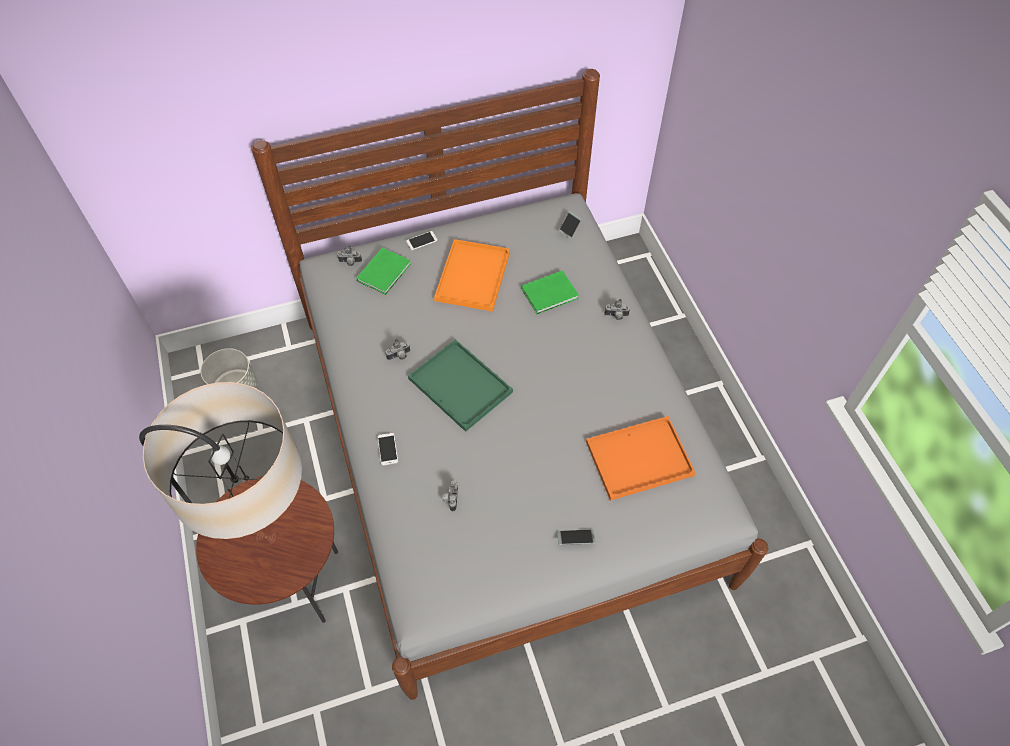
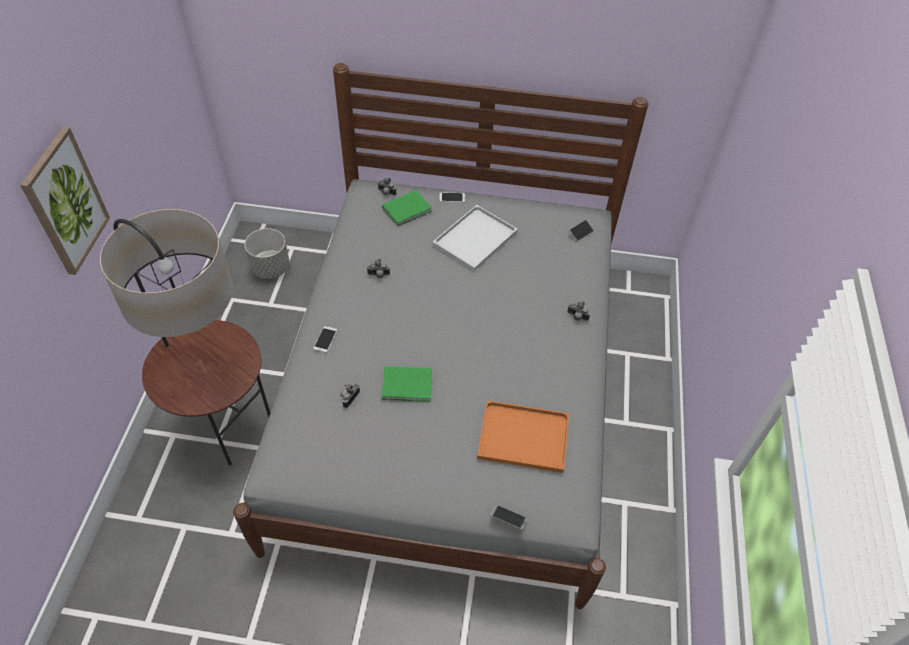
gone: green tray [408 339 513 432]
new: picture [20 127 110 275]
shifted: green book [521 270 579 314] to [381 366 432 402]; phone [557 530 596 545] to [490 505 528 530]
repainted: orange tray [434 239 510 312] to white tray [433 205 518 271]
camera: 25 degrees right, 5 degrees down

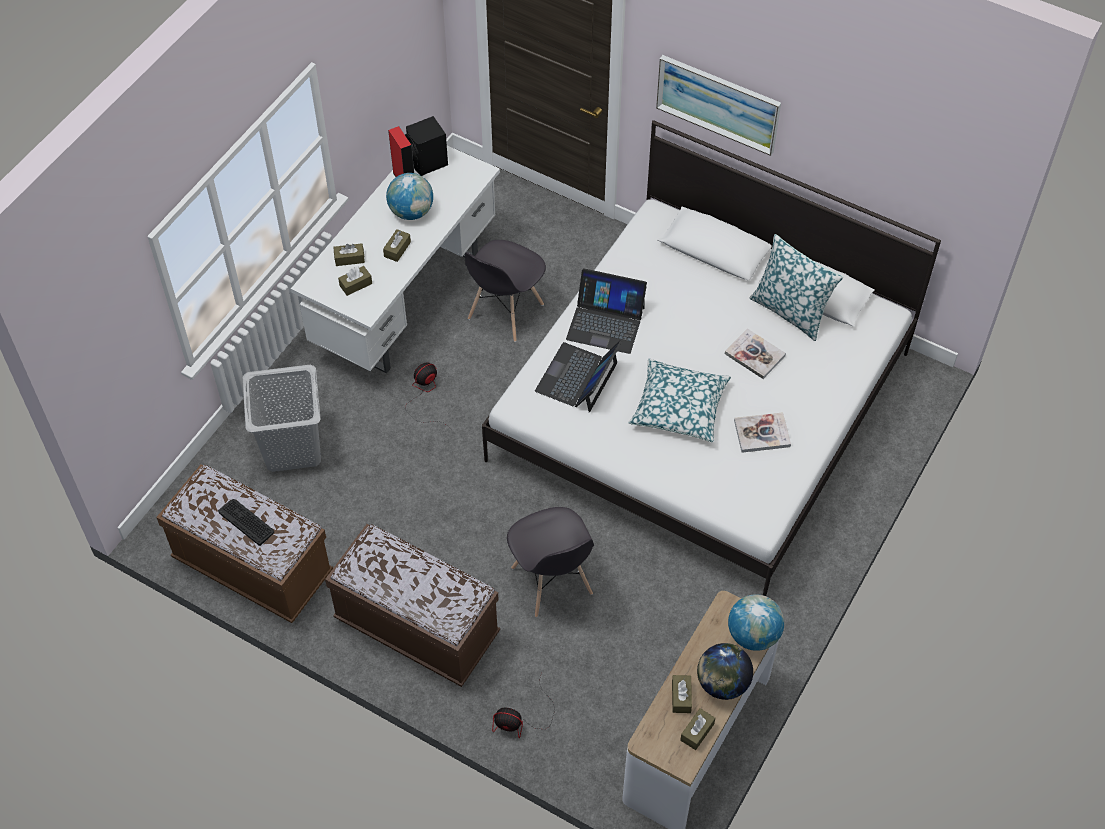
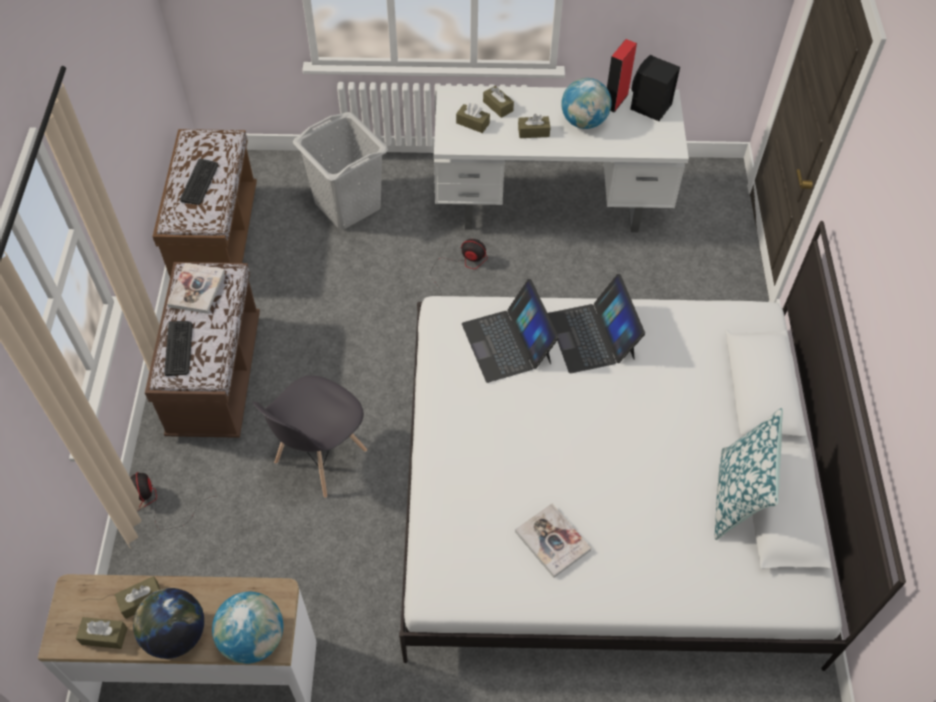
gone: grey chair [465 240 546 342]; pillow [628 359 731 442]; picture [656 55 781 156]
new: keyboard [164 321 193 376]
shifted: book [725 328 786 379] to [167 263 225 314]
rotated: laptop [535 340 622 413] = [462 279 559 383] 105 degrees counterclockwise
camera: 60 degrees right, 0 degrees up

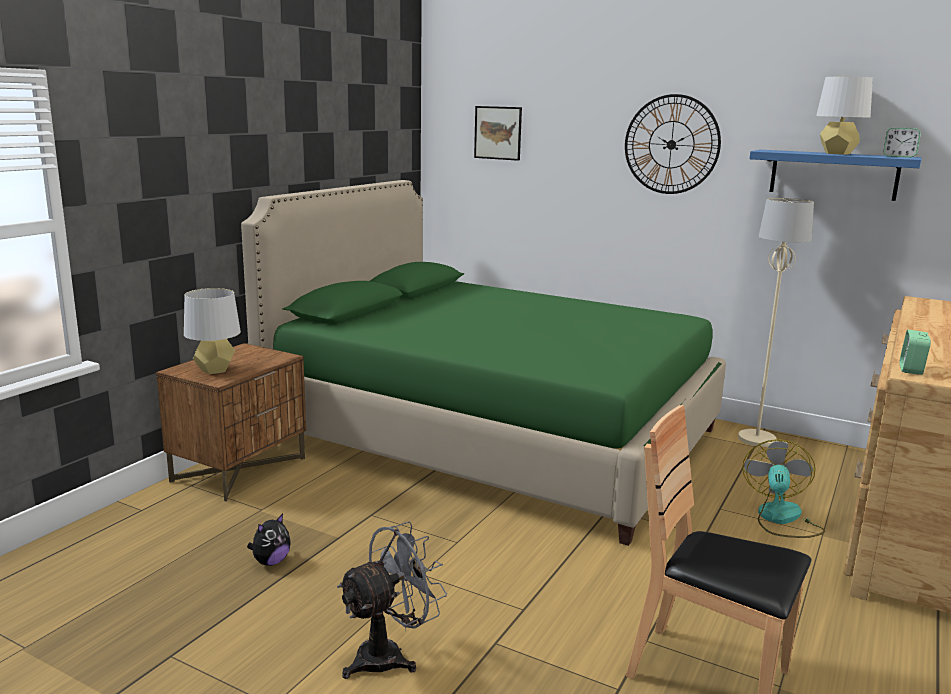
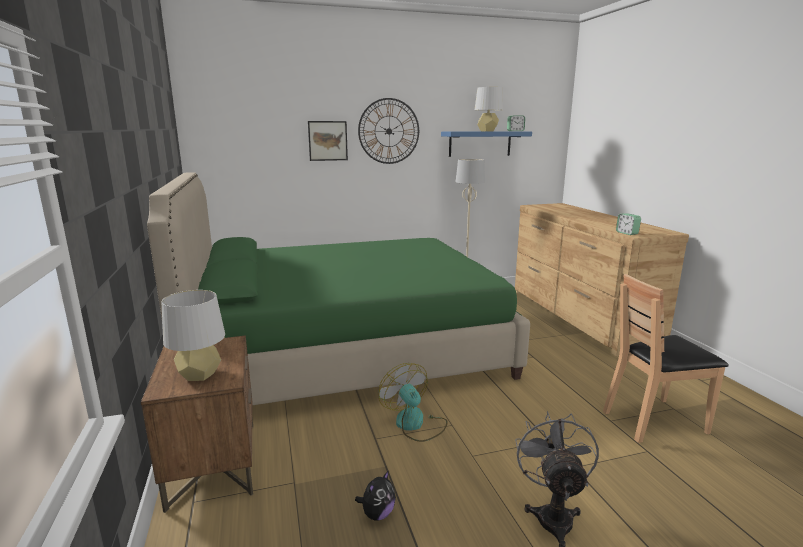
shifted: picture [474 106 522 161] to [308 121 348 161]; fan [742 439 825 538] to [379 363 448 442]
rotated: plush toy [247 514 290 566] = [355 470 396 520] 45 degrees clockwise
camera: 45 degrees left, 0 degrees up

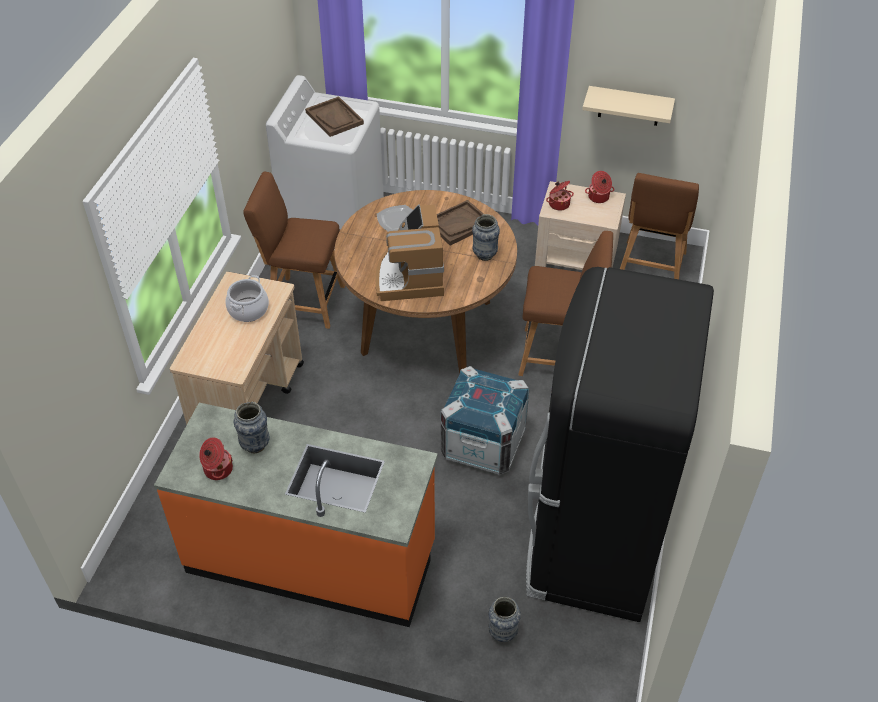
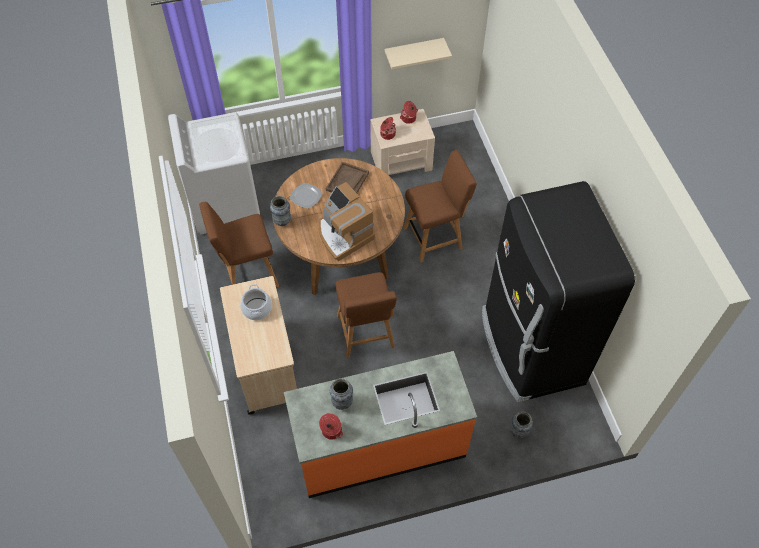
gone: brown tray [305 96 364 137]; crate [441 366 530 475]
shifted: vase [472 214 500 261] to [270 196 291 226]; brown chair [620 173 699 279] to [335 272 397 358]
camera: 30 degrees left, 10 degrees up

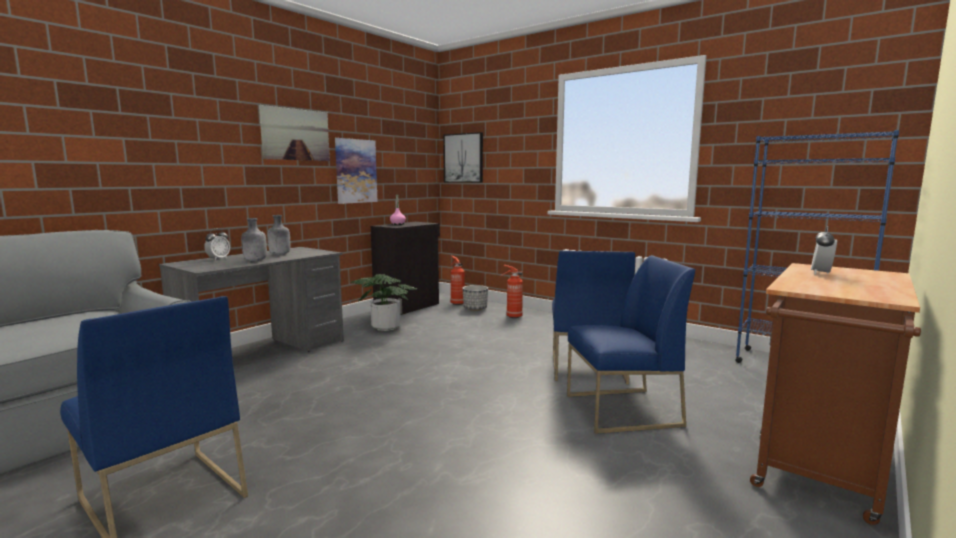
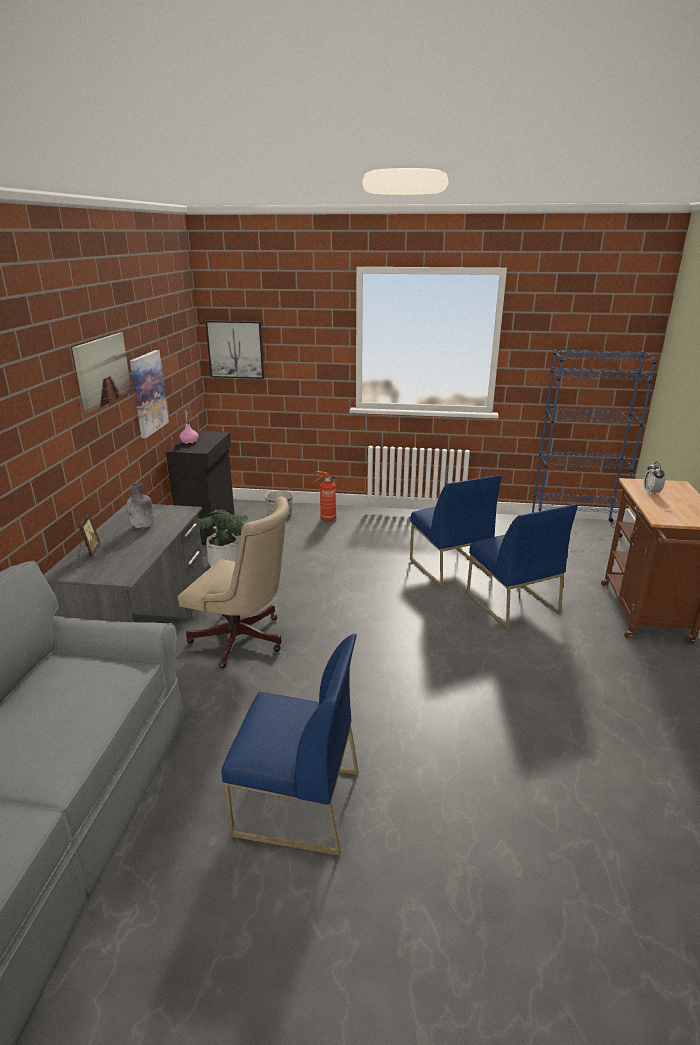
gone: grey bottle [241 218 267 261]; fire extinguisher [451 256 465 305]
new: beige office chair [178 497 289 669]
swapped: alarm clock [204 229 230 260] to picture frame [78 513 101 557]
rotated: blue chair [567 255 696 434] = [467 504 578 629] 105 degrees clockwise
camera: 30 degrees left, 15 degrees up

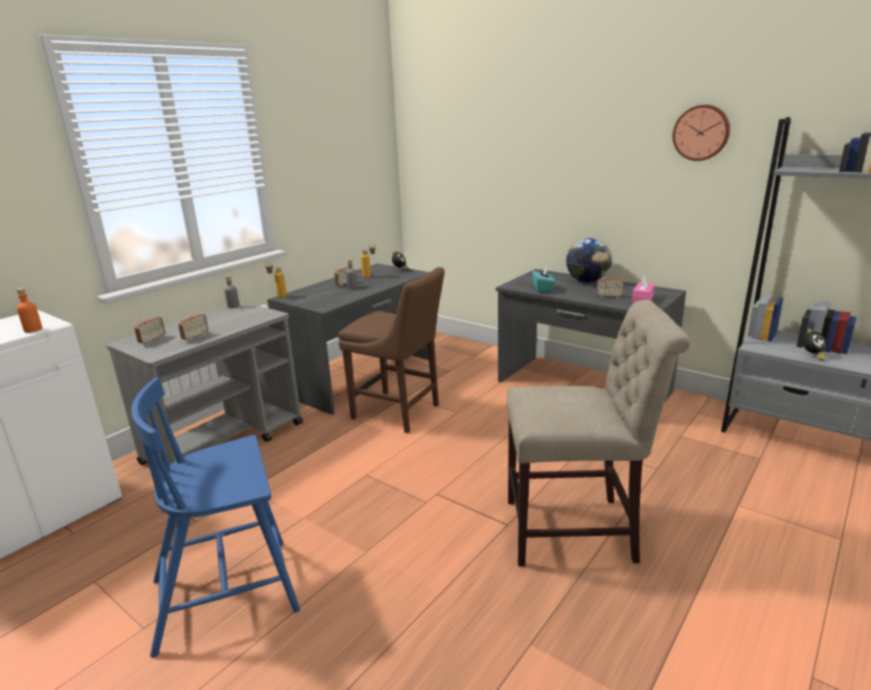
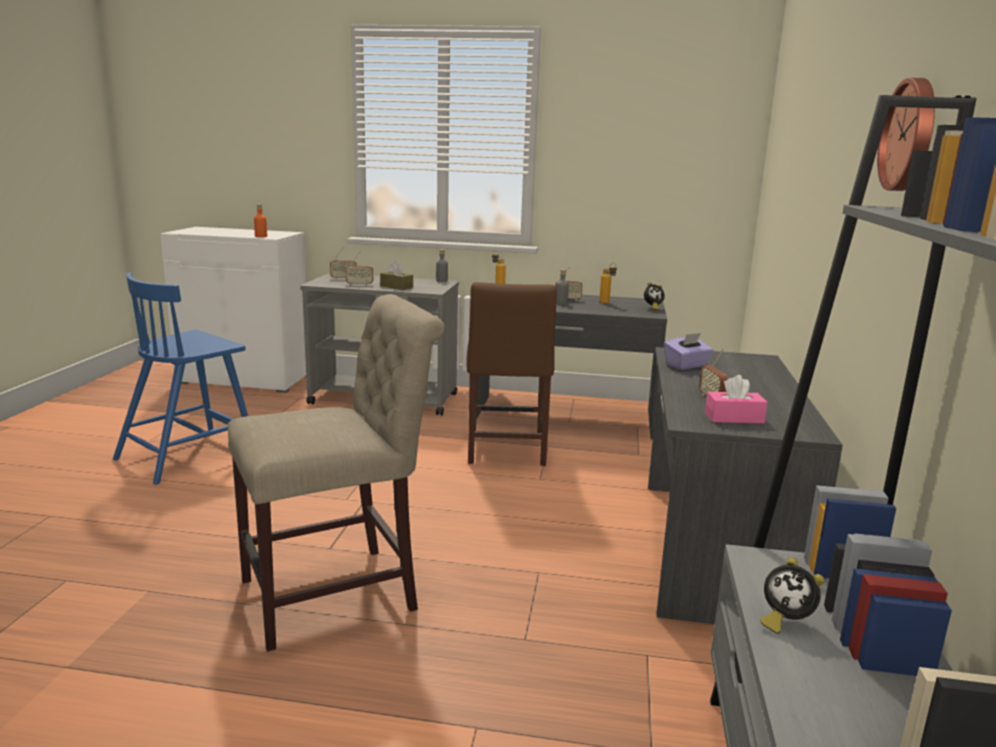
gone: globe [566 238 612 283]
new: brown tissue box [380 261 413 290]
repainted: turquoise tissue box [532 267 555 292] to purple tissue box [664 333 714 370]
rotated: blue chair [131 378 300 658] = [113 272 248 485] 90 degrees counterclockwise; beige chair [507 300 691 566] = [228 294 445 651] 90 degrees counterclockwise
camera: 60 degrees right, 5 degrees down

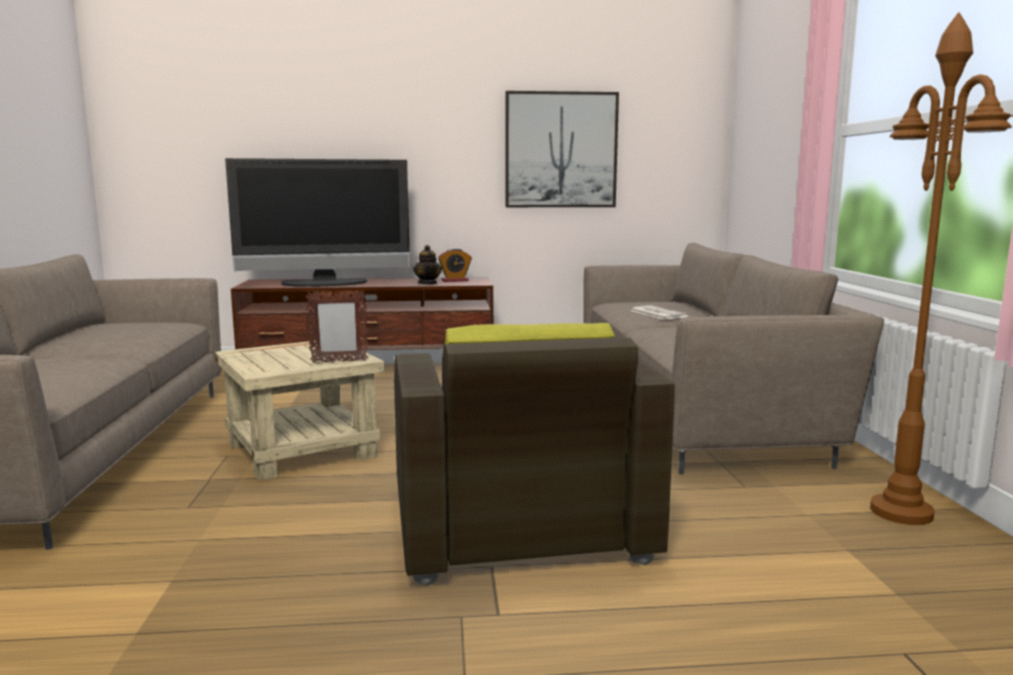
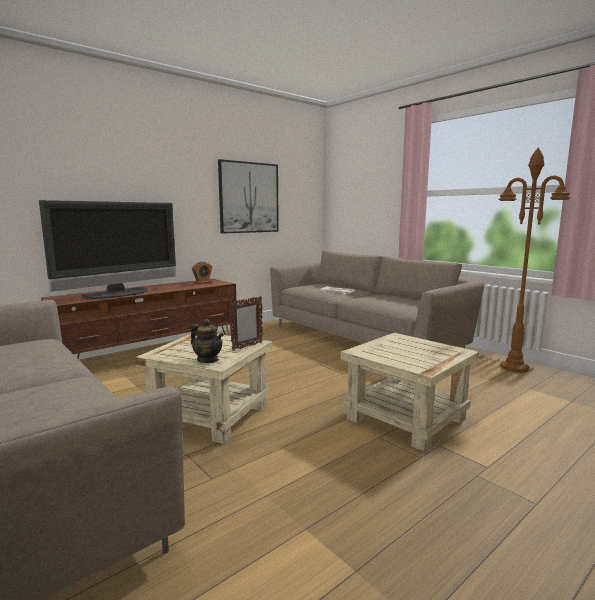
shifted: teapot [413 245 442 284] to [191 319 224 363]
swapped: brown armchair [394 323 675 586] to beige side table [341 333 479 451]
camera: 35 degrees left, 0 degrees up

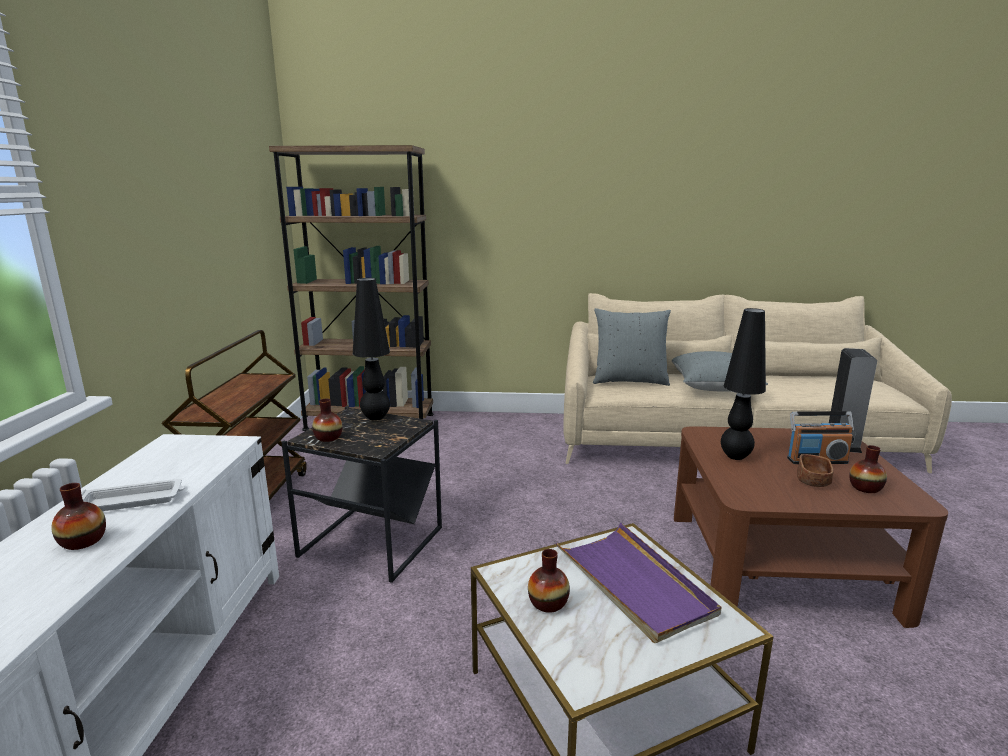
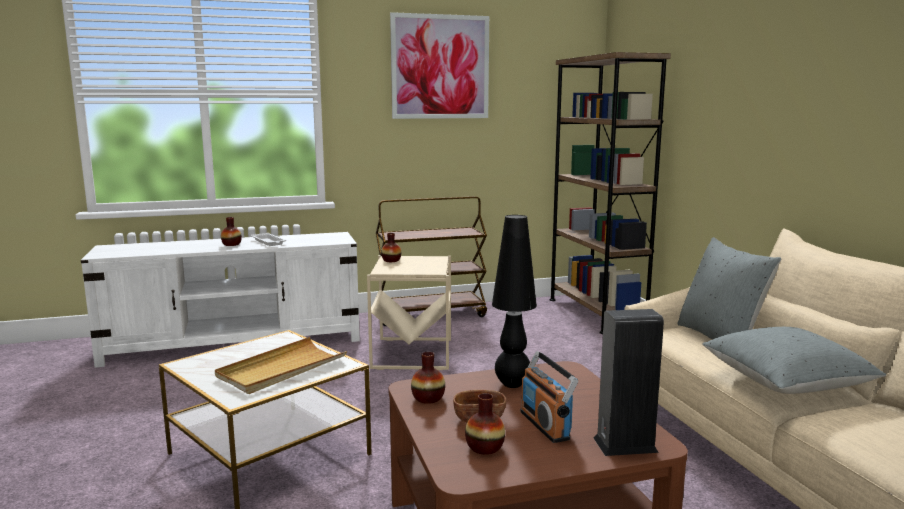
gone: black table lamp [353 278 390 421]
new: picture [390 12 489 119]
shifted: vase [528 549 570 613] to [411 352 445 404]
repainted: purple tray [556 523 722 643] to beige tray [215 337 347 394]; black side table [281 406 442 583] to beige side table [367 255 451 370]
camera: 70 degrees right, 5 degrees down

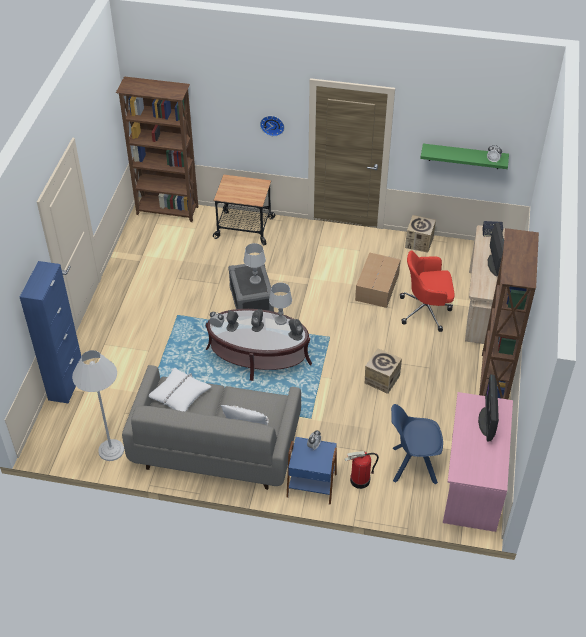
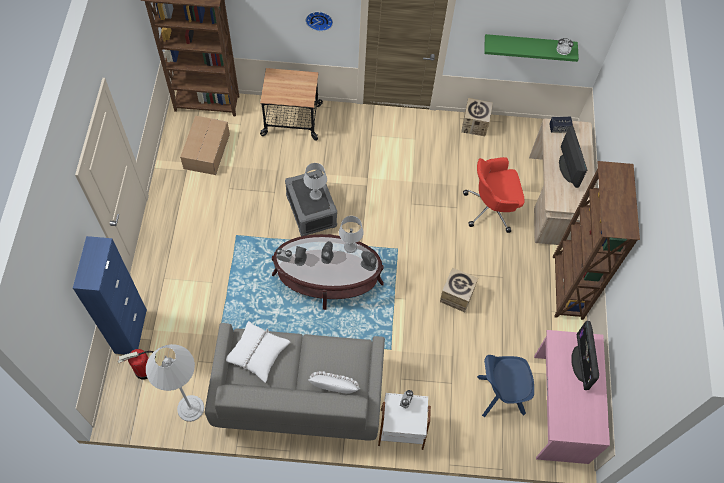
shifted: fire extinguisher [345 451 379 489] to [118 349 156 379]; cardboard box [355 252 401 308] to [180 116 230 175]
repainted: blue side table [287 437 337 505] to white side table [378 393 431 450]
camera: 10 degrees left, 15 degrees up

